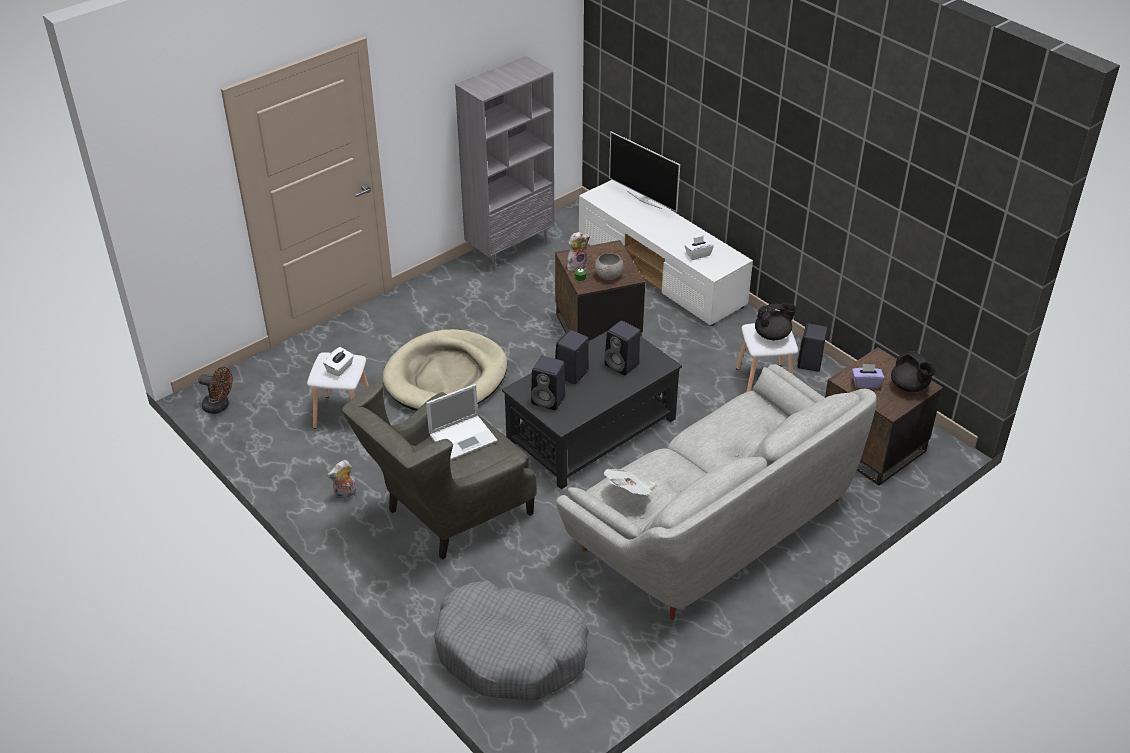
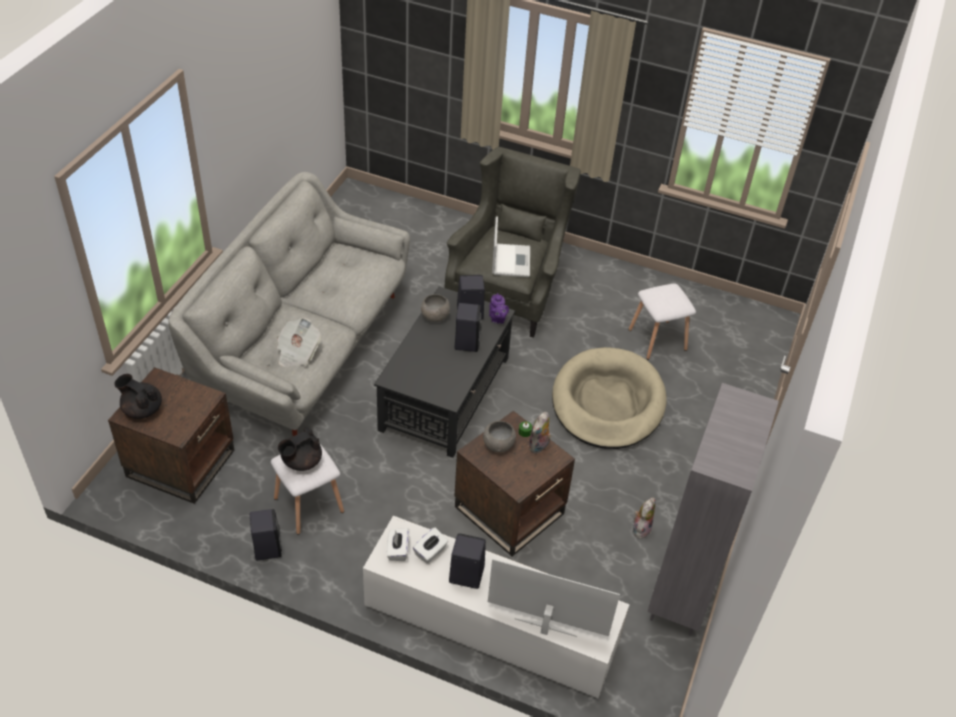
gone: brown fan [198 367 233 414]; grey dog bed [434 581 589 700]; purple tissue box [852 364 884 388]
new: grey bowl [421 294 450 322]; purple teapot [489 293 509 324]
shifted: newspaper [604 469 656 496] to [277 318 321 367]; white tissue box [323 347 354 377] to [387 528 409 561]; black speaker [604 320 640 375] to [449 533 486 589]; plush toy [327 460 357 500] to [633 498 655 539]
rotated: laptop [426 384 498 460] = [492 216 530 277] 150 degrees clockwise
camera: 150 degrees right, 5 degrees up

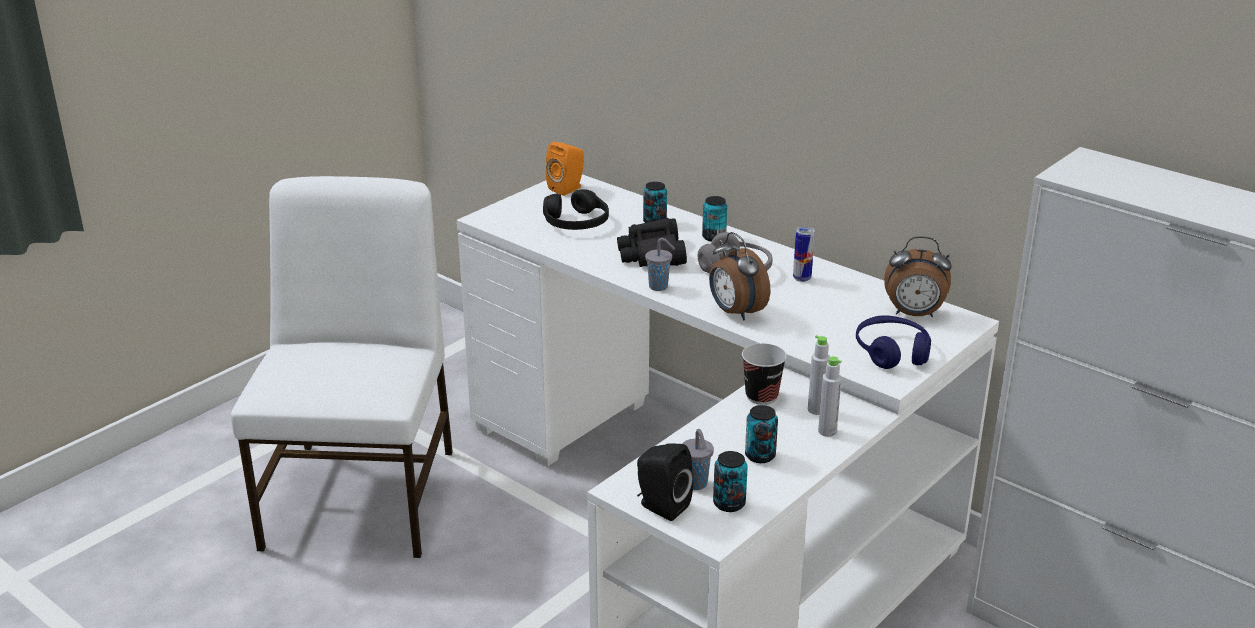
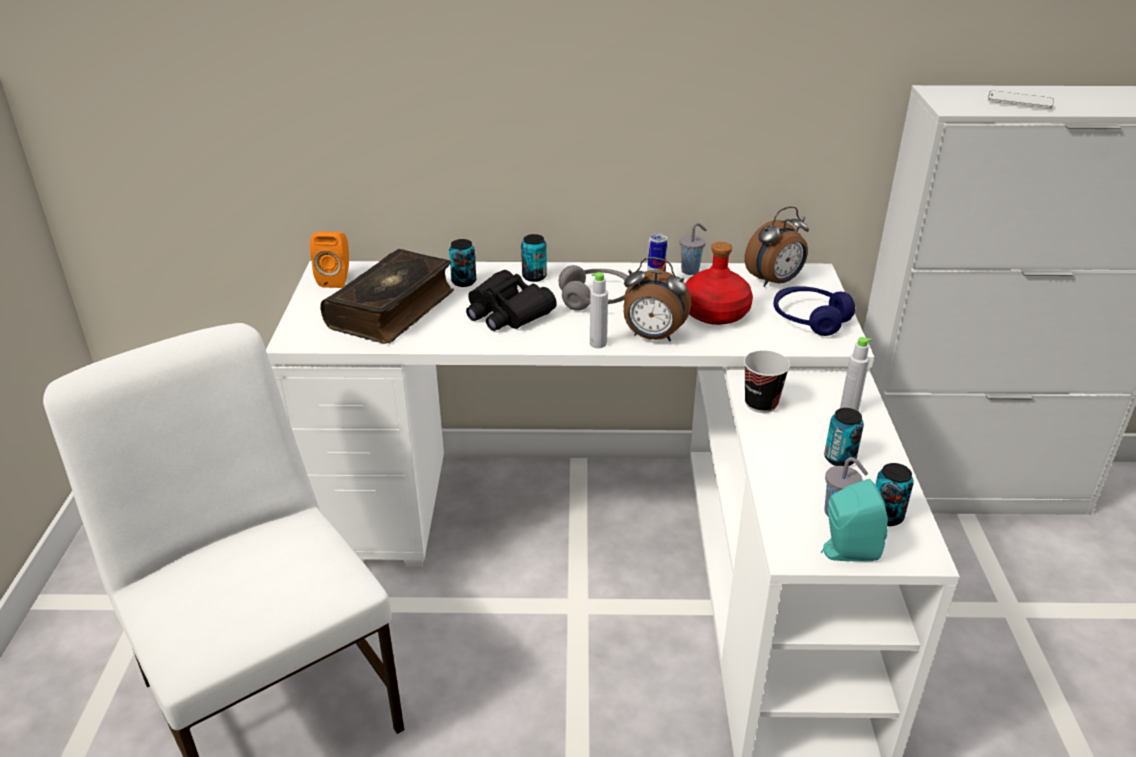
new: red bottle [686 242 753 325]; phone [988 91 1054 109]
shifted: grey bottle [808 335 830 415] to [590 272 608 348]; grey cup [645 238 675 291] to [680 223 707 275]
swapped: black headphones [543 189 609 230] to book [320 249 454 344]
repainted: black speaker [637 444 693 521] to turquoise speaker [821 479 888 561]
camera: 40 degrees left, 5 degrees up

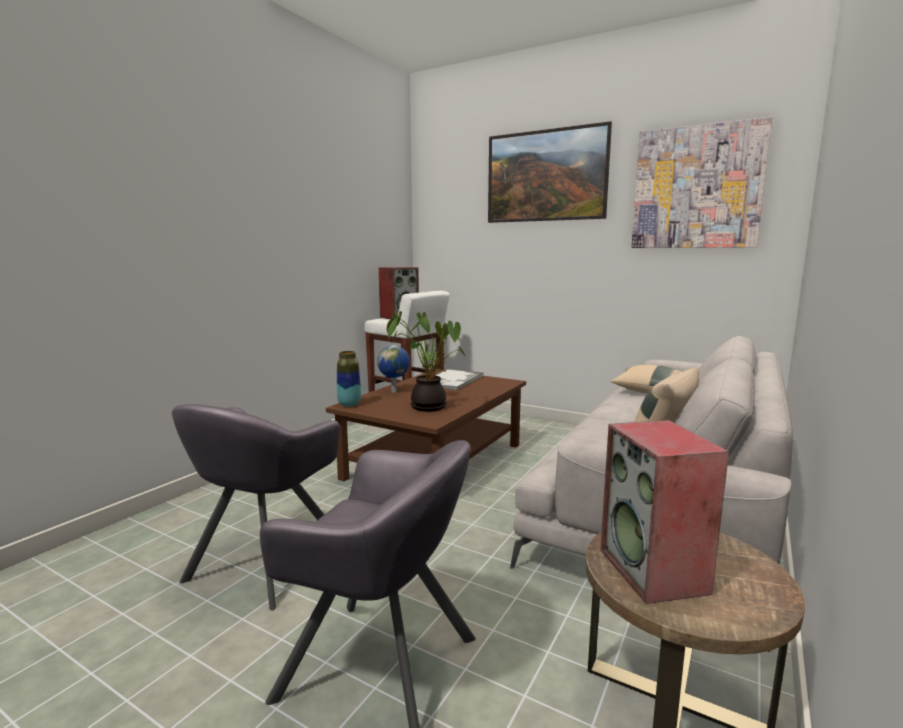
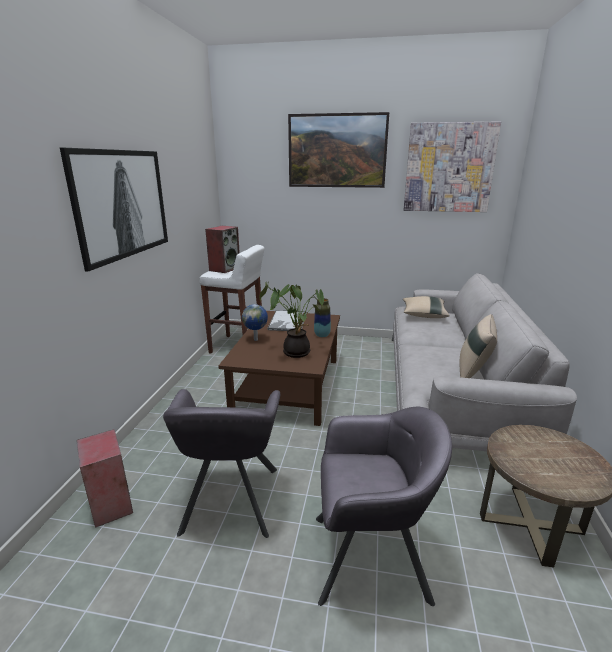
new: picture [60 148 168 271]
shifted: speaker [600 420 729 604] to [76 429 133 528]; vase [337 351 361 407] to [314 298 331 337]
camera: 20 degrees left, 10 degrees up

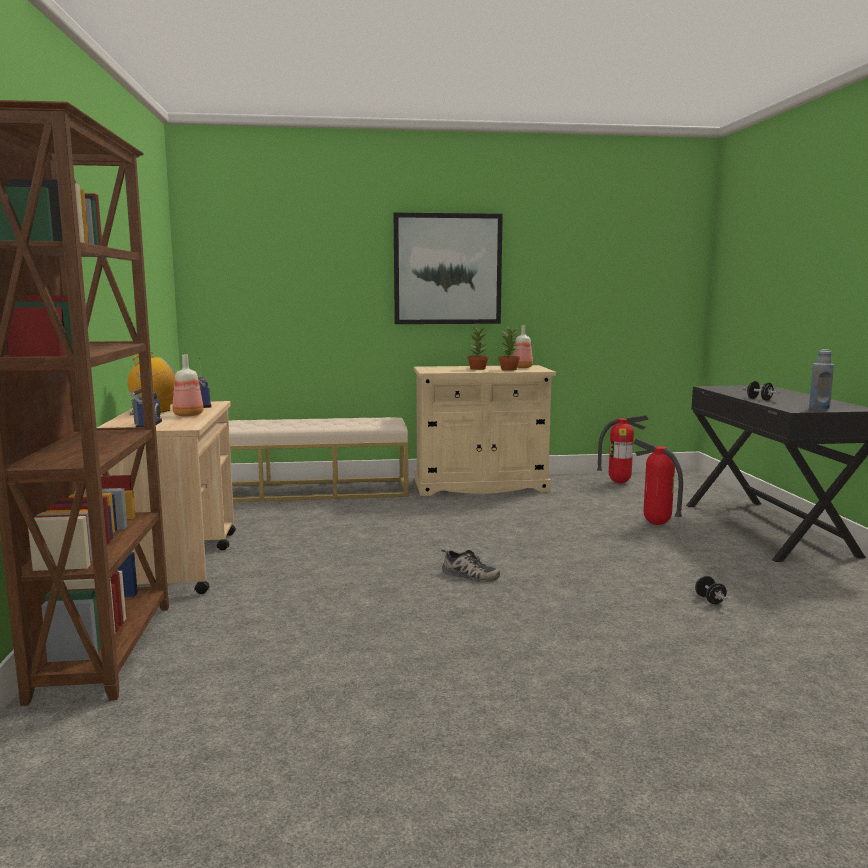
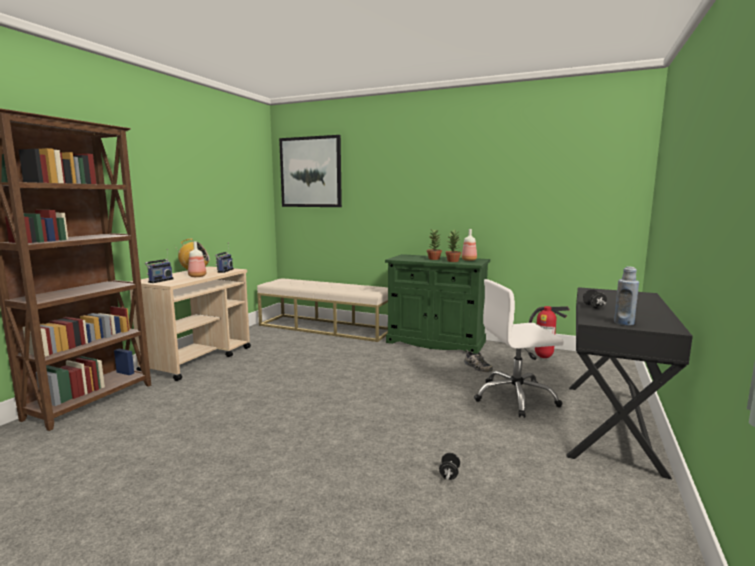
shifted: picture [394 213 503 324] to [279 135 342 207]; shoe [441 549 500 582] to [464 350 493 372]
swapped: fire extinguisher [633 439 683 525] to white office chair [474 279 564 418]
repainted: beige cabinet [414 365 556 496] to green cabinet [385 254 490 354]
camera: 30 degrees right, 0 degrees up

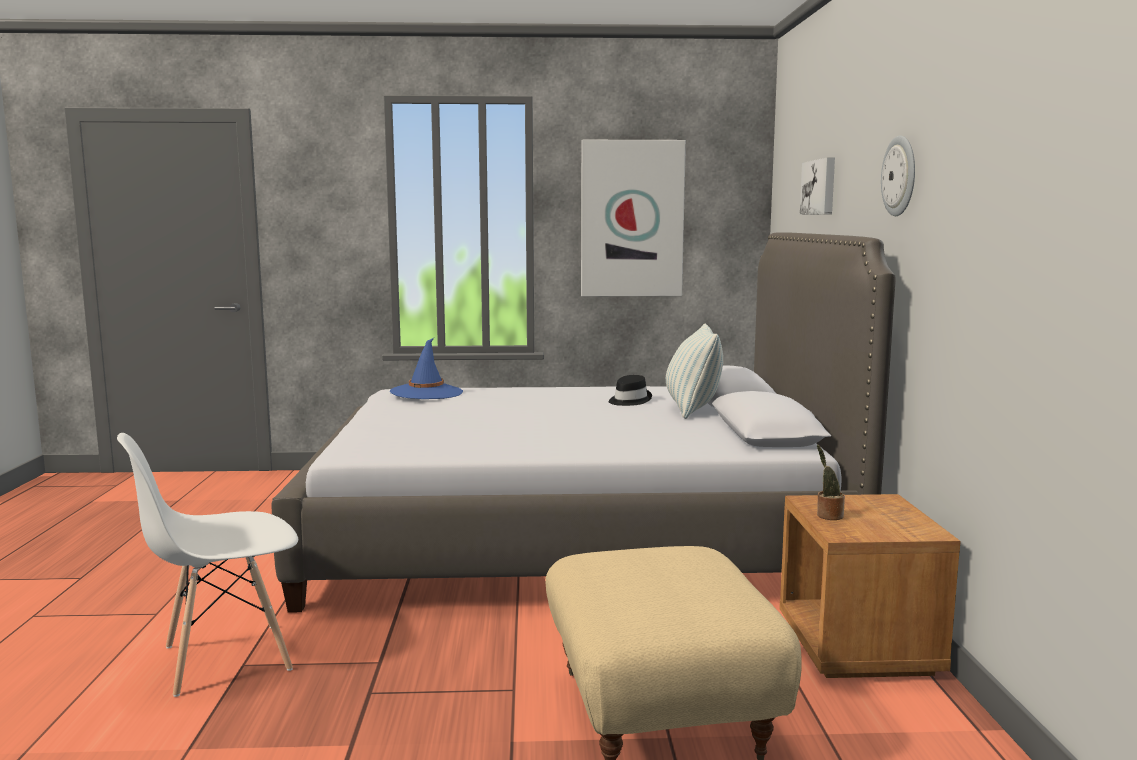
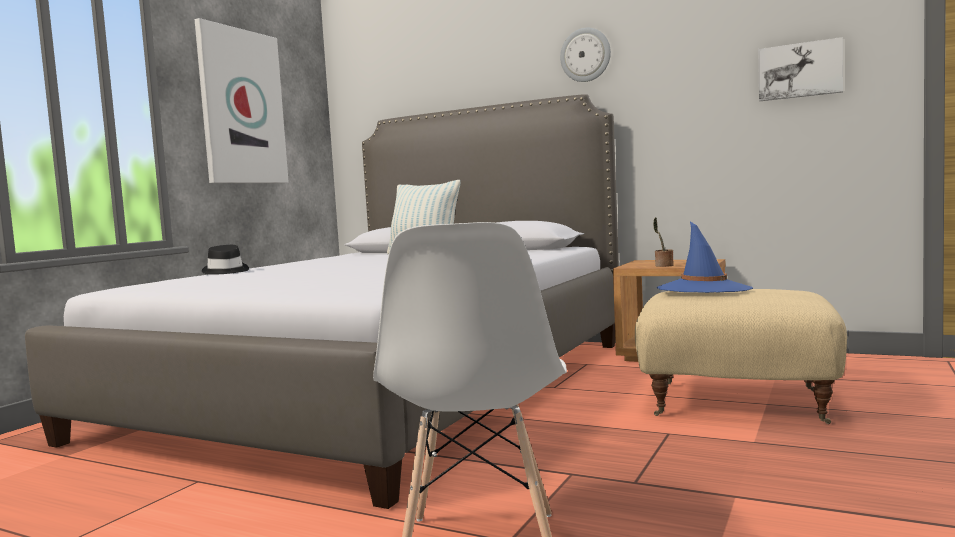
shifted: black hat [609 375 652 406] to [202 245 249 275]; blue hat [390 338 463 399] to [657 222 753 293]; picture [800 157 835 215] to [758 37 843 101]
camera: 60 degrees left, 5 degrees down

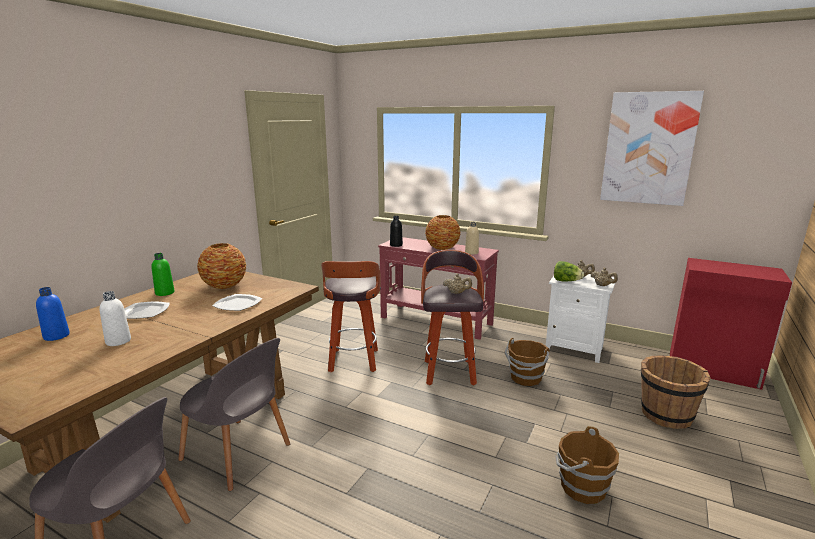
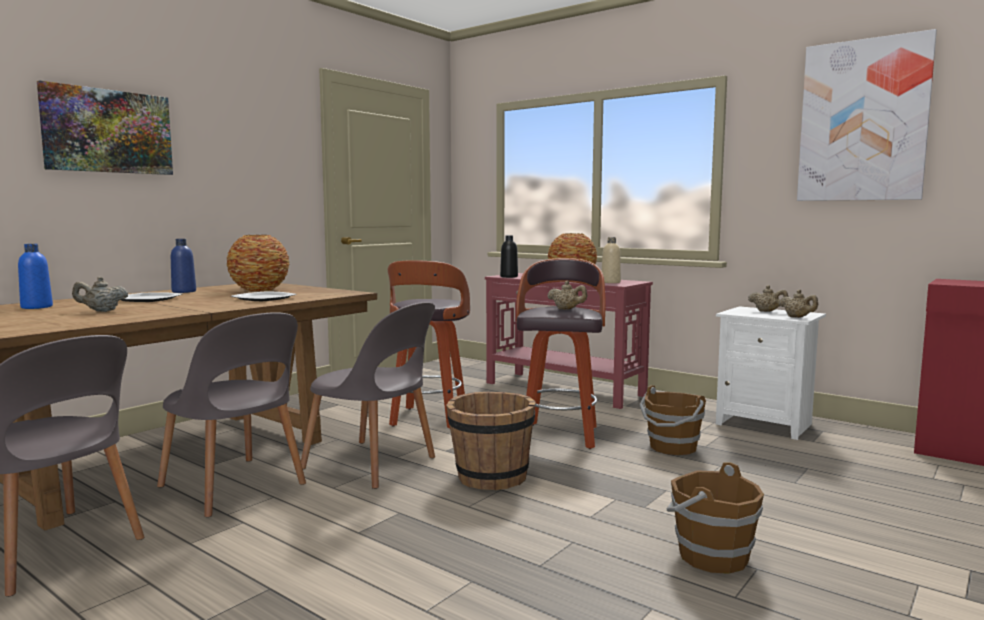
gone: lettuce [554 261 584 281]
new: picture [37 80 173 175]; grey chair [301 302 435 489]
shifted: brown bucket [641 355 710 429] to [446 392 536 490]
swapped: white bottle [100 291 131 346] to beige teapot [72 277 128 312]
repainted: green bottle [151 253 175 296] to blue bottle [171 239 196 293]
camera: 10 degrees right, 10 degrees down

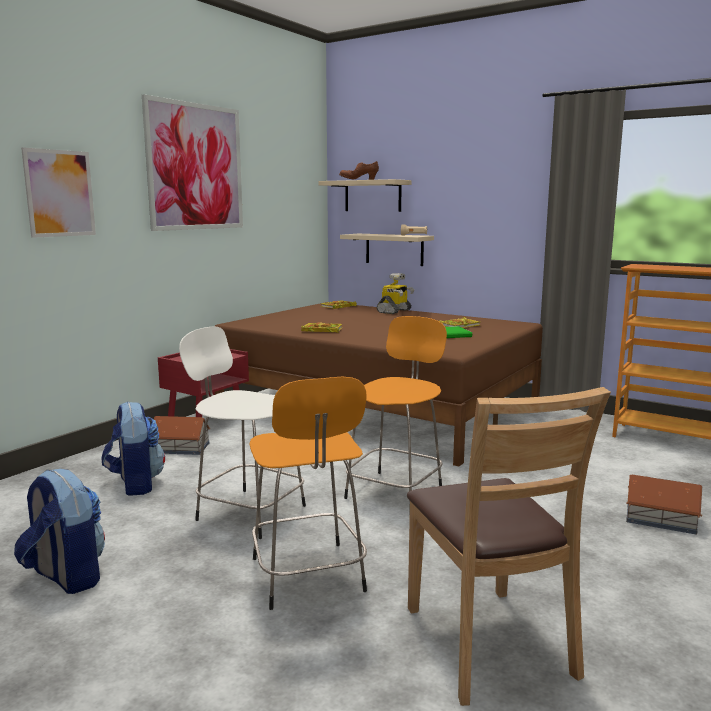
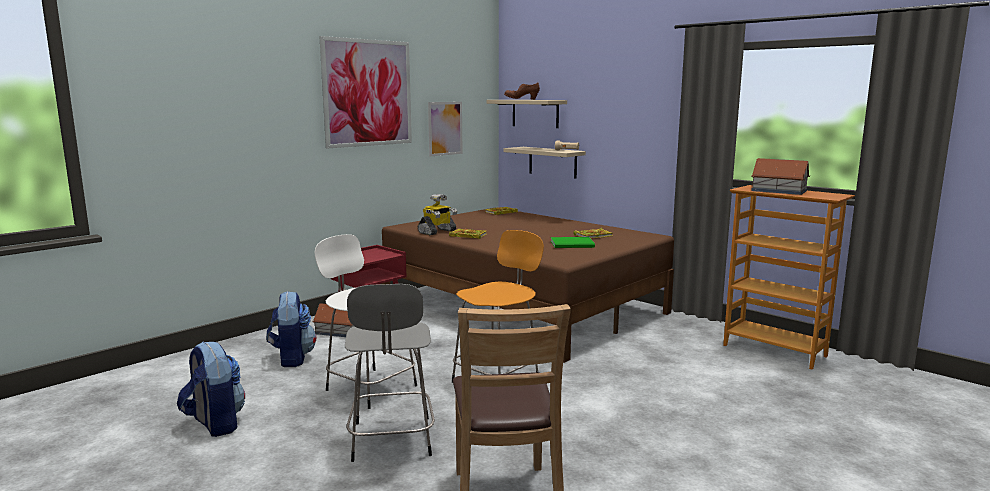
shifted: toy robot [377 273 414 314] to [418 194 457 235]; picture [21 147 96 238] to [428 102 463 156]; toy house [626 475 702 535] to [751 158 810 195]
repainted: orange stool [249 377 367 610] to grey stool [345 284 435 462]
camera: 10 degrees right, 0 degrees up

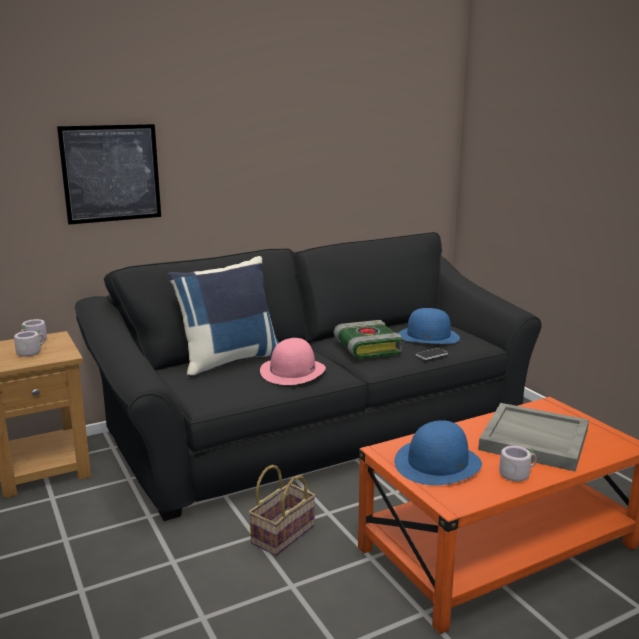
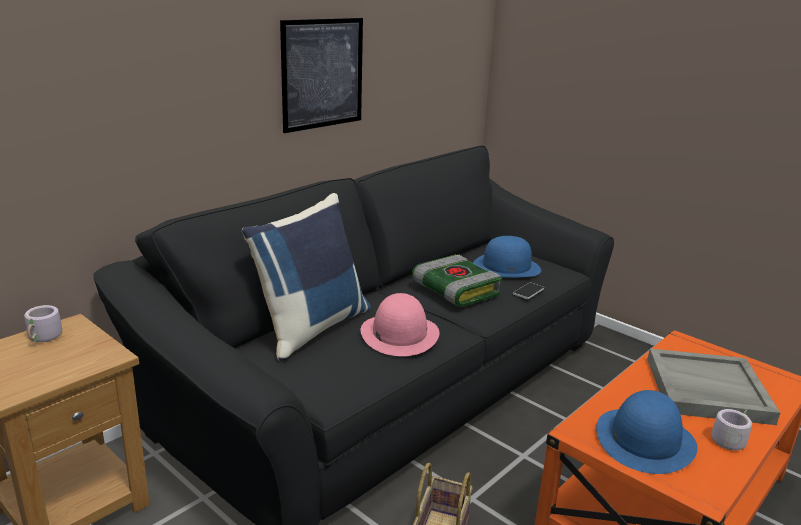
gone: grey mug [10 329 45 357]
shifted: picture [57 124 161 225] to [280 18 363 133]
camera: 20 degrees left, 5 degrees up

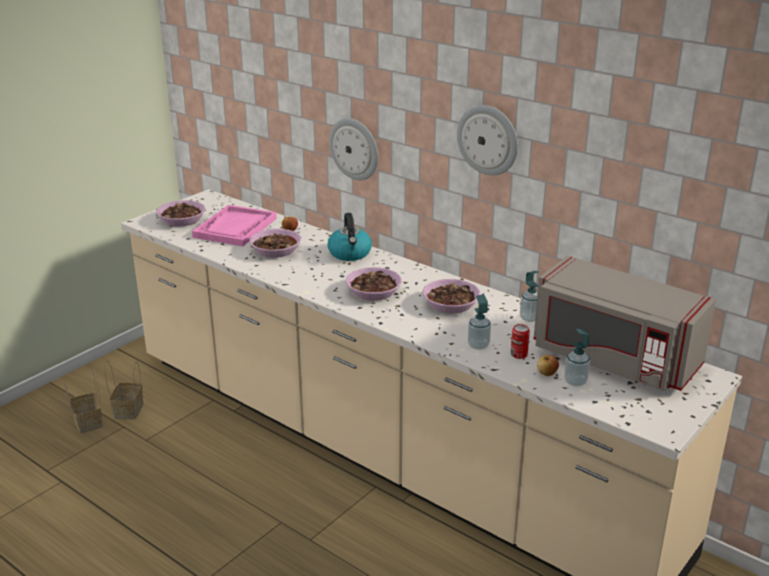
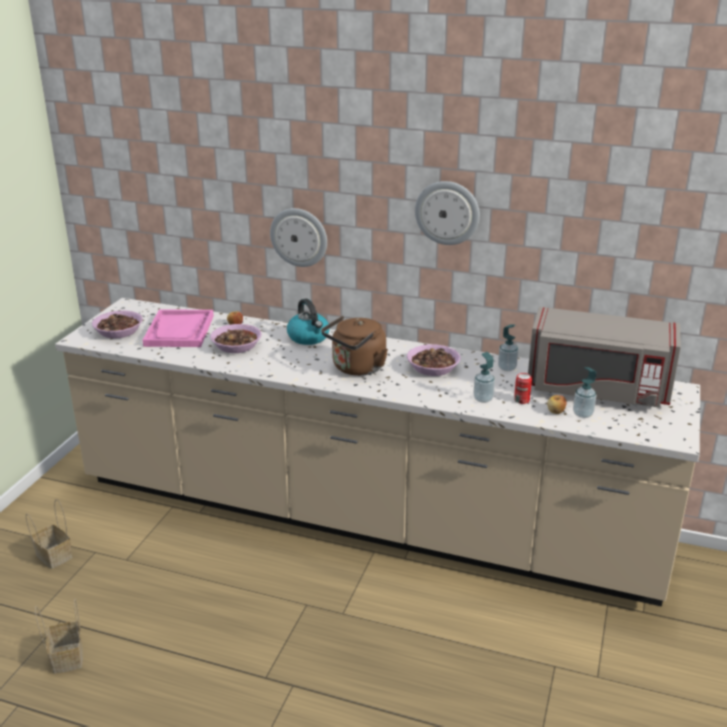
shifted: basket [104 360 143 420] to [35 599 83 674]
swapped: bowl [345 267 402 301] to brown kettle [321 316 388 376]
camera: 20 degrees left, 0 degrees up

